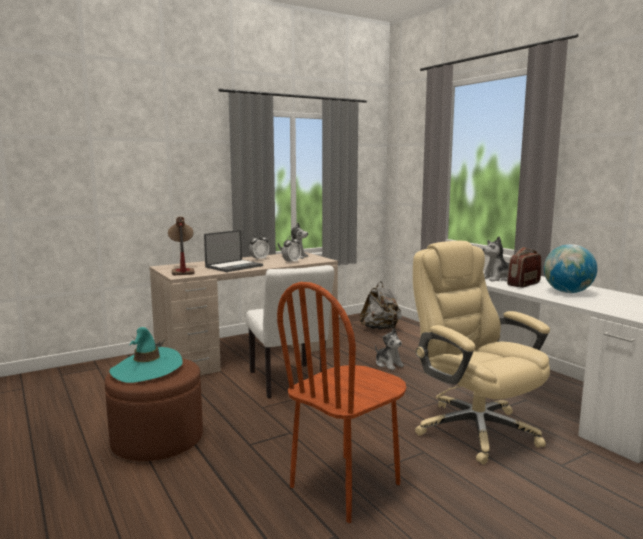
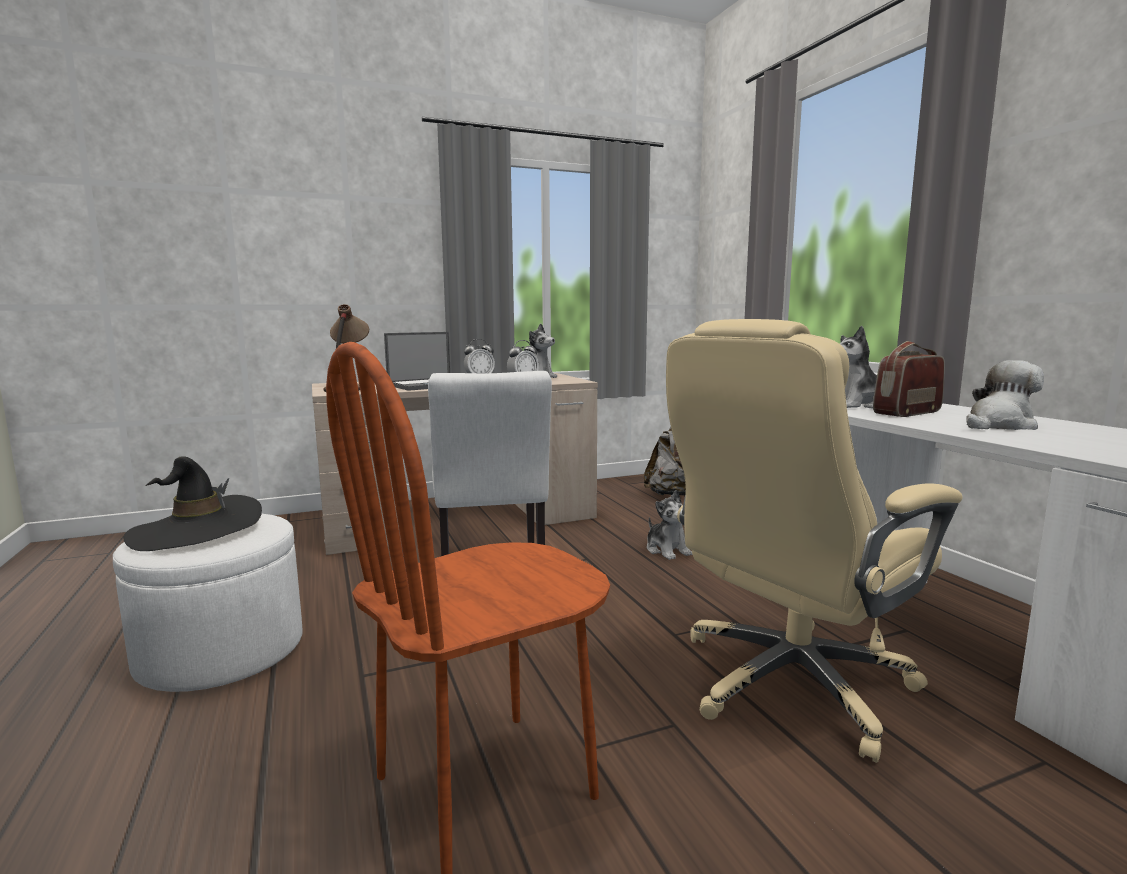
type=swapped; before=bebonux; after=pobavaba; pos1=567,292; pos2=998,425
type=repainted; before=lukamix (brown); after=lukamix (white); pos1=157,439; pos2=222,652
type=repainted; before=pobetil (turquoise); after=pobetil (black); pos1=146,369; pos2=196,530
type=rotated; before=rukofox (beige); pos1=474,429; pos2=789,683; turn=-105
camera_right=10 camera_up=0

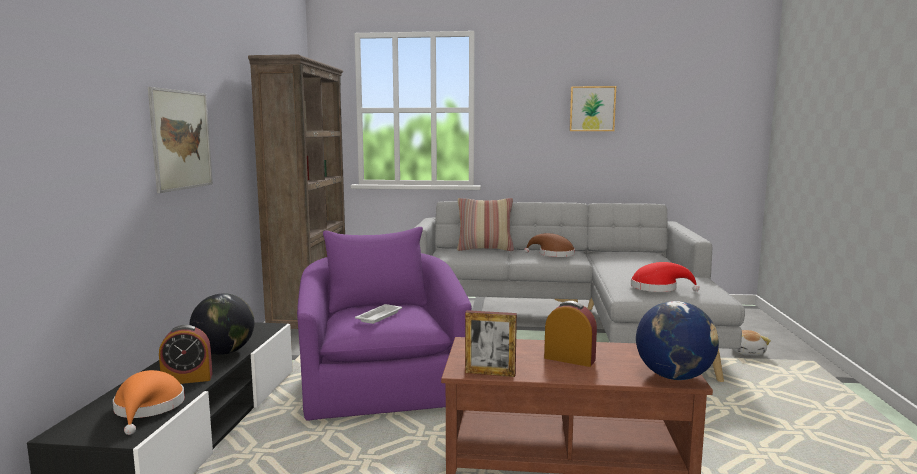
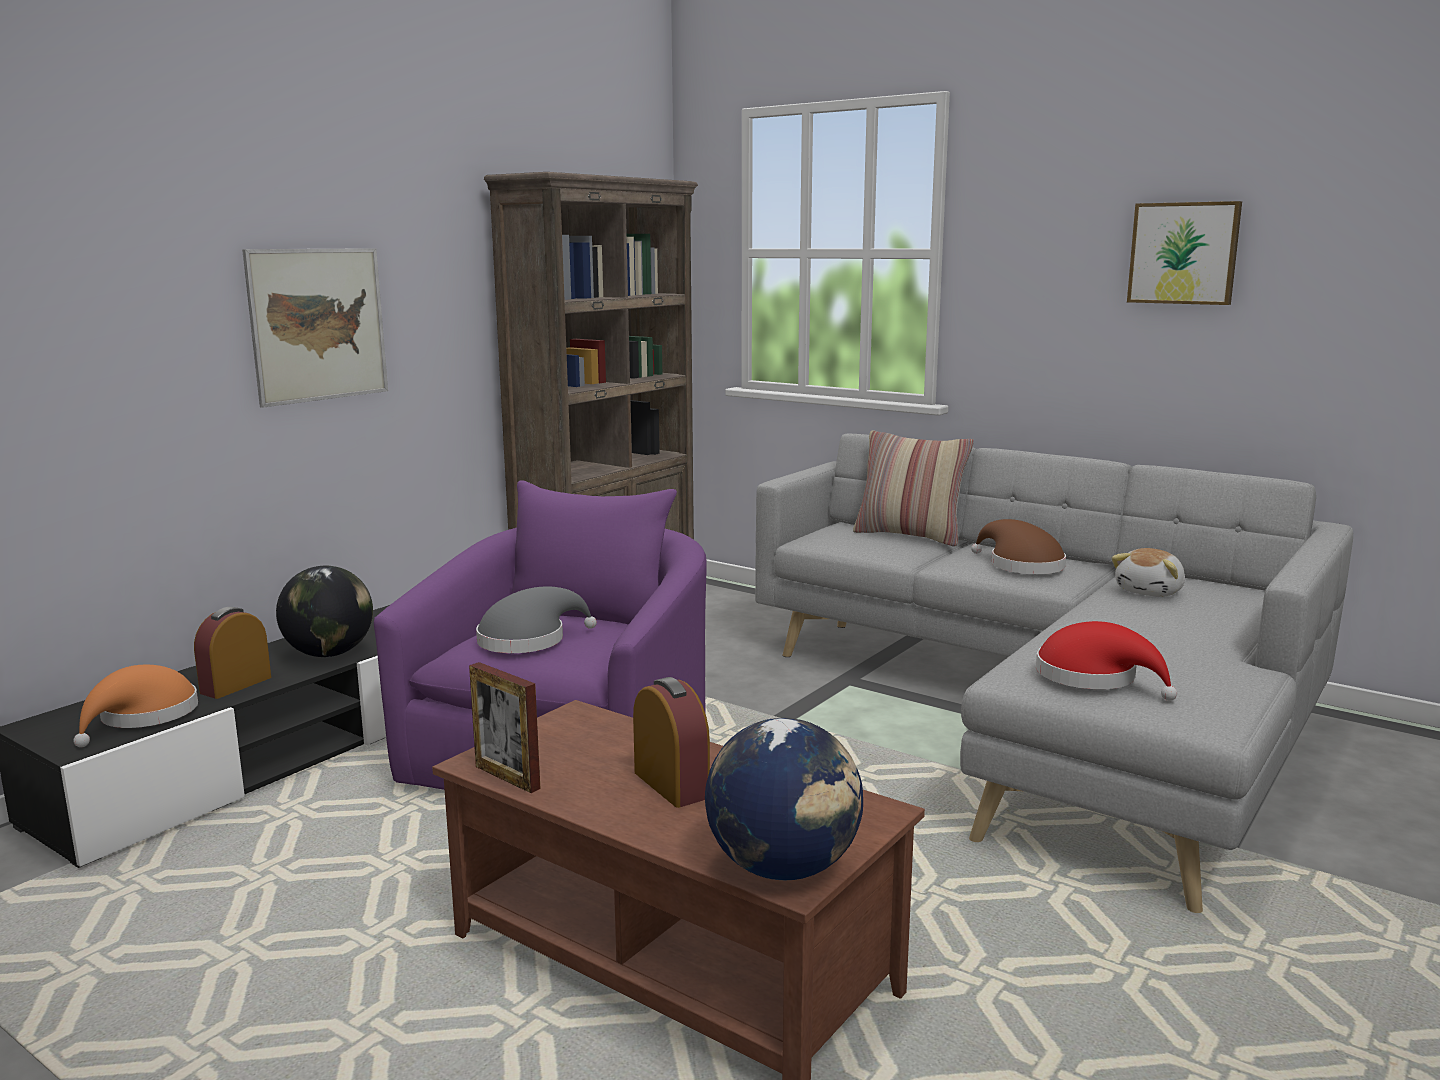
type=shifted; before=pobavaba; pos1=747,352; pos2=1150,591
type=swapped; before=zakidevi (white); after=pobetil (grey); pos1=380,316; pos2=528,640
type=rotated; before=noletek; pos1=187,379; pos2=236,685; turn=105
camera_right=30 camera_up=5

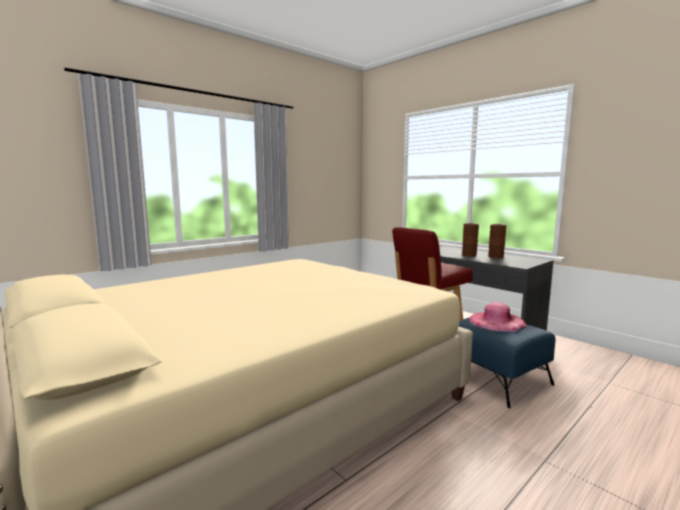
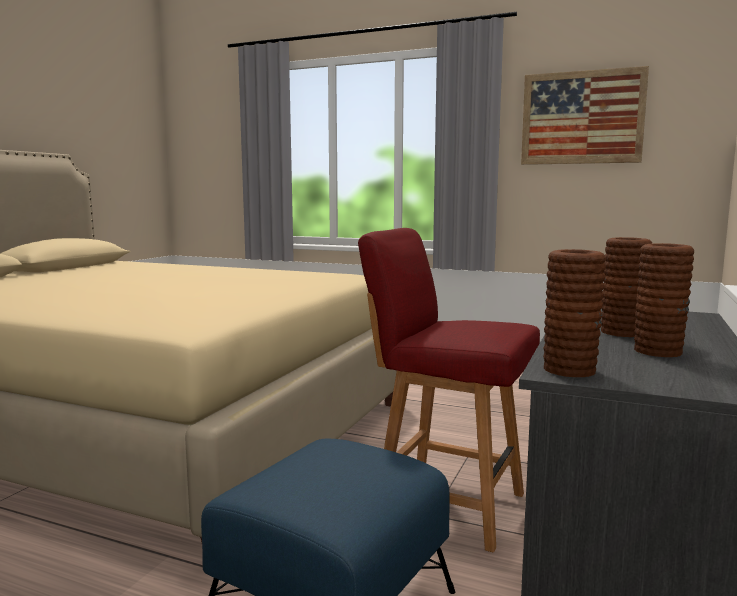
type=gone; before=pobetil (pink); pos1=497,321
type=new; after=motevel; pos2=582,118
type=new; after=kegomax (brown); pos2=569,370
camera_right=65 camera_up=0

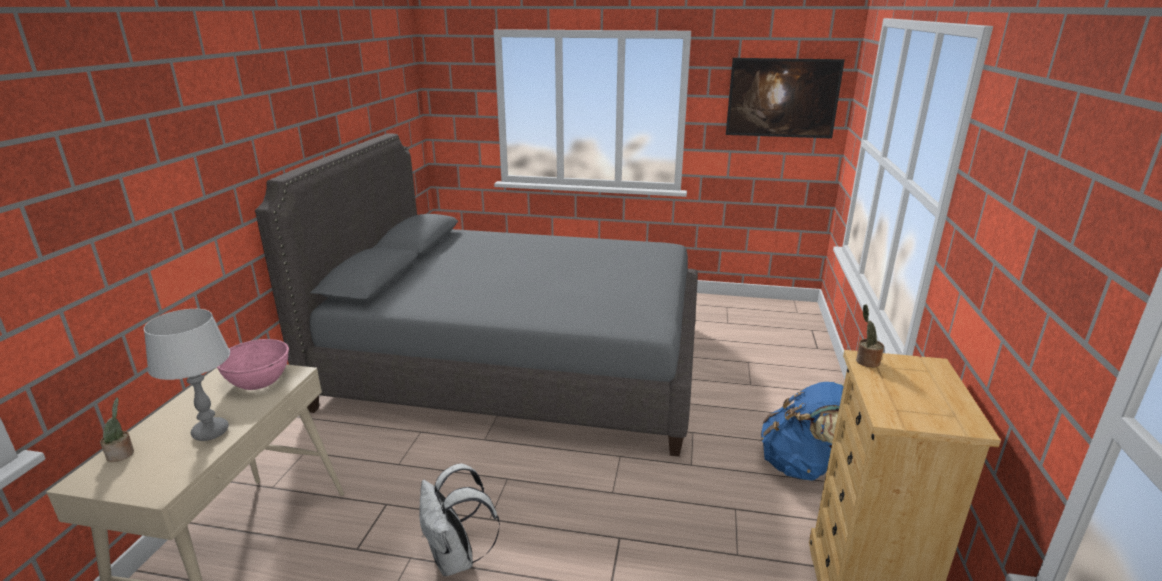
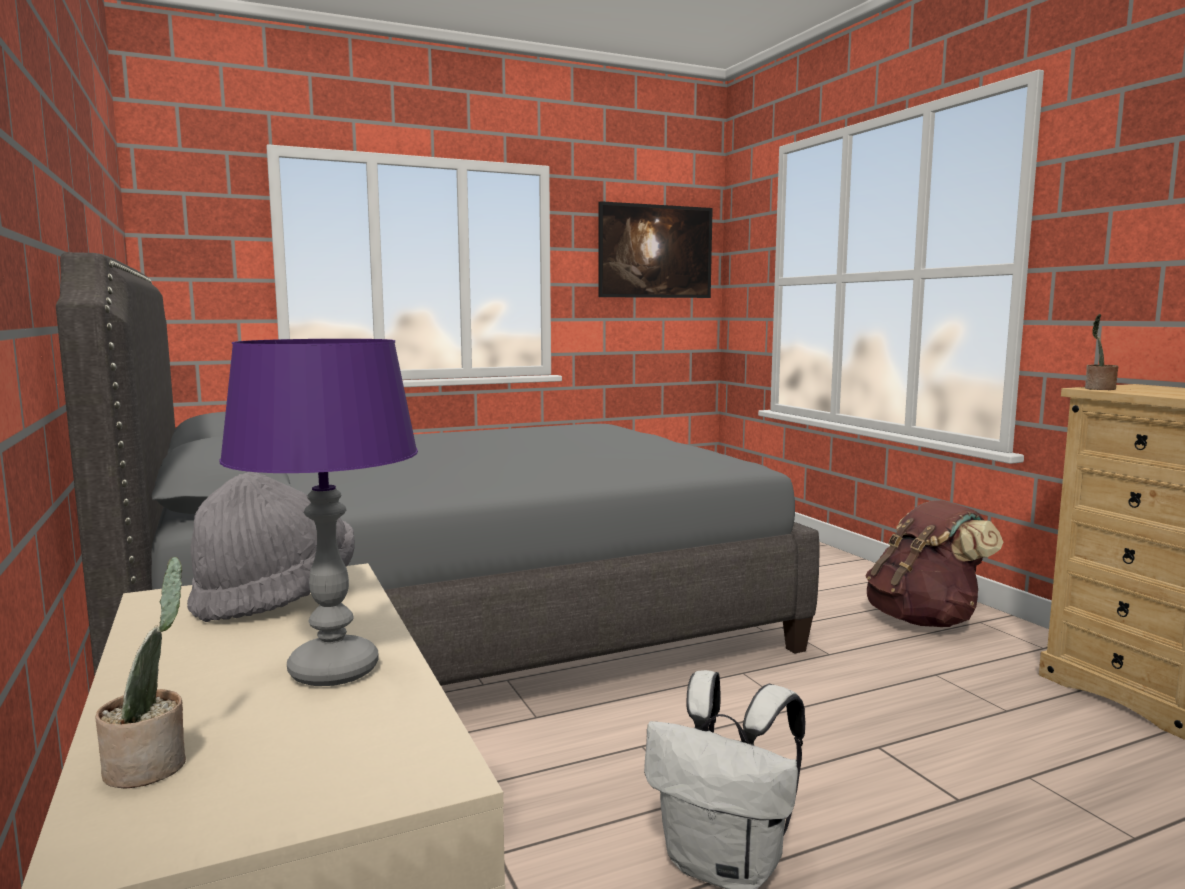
type=swapped; before=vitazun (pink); after=pobetil (grey); pos1=258,380; pos2=276,597
type=repainted; before=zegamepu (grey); after=zegamepu (purple); pos1=210,432; pos2=332,670
type=repainted; before=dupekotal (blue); after=dupekotal (brown); pos1=802,465; pos2=924,620
camera_right=-35 camera_up=-15

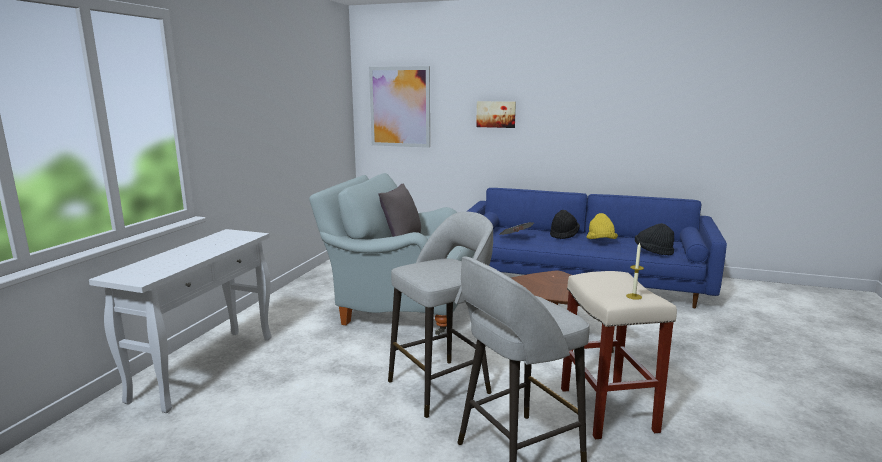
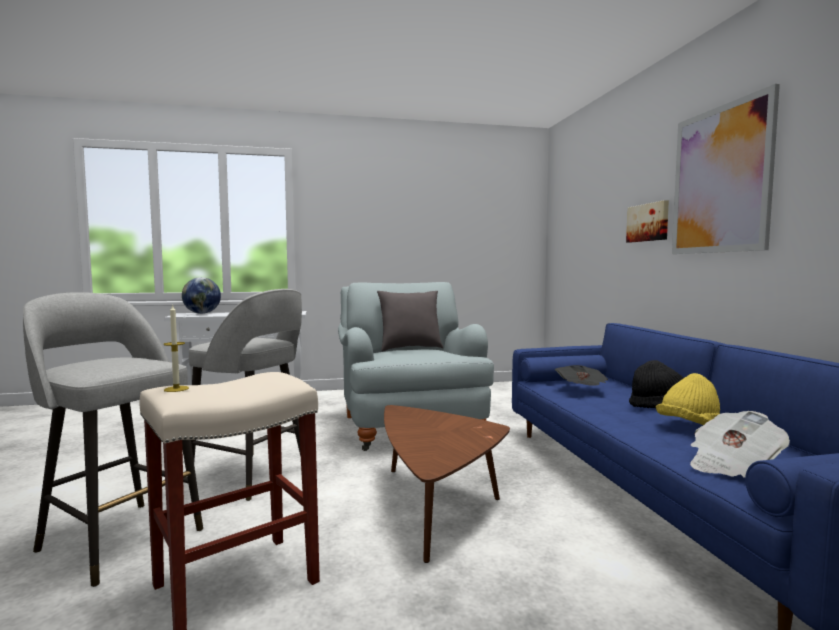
type=new; after=bebonux; pos2=202,313
type=shifted; before=motevel; pos1=400,107; pos2=720,180
type=swapped; before=pobetil (black); after=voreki; pos1=653,252; pos2=731,465
camera_right=60 camera_up=-10

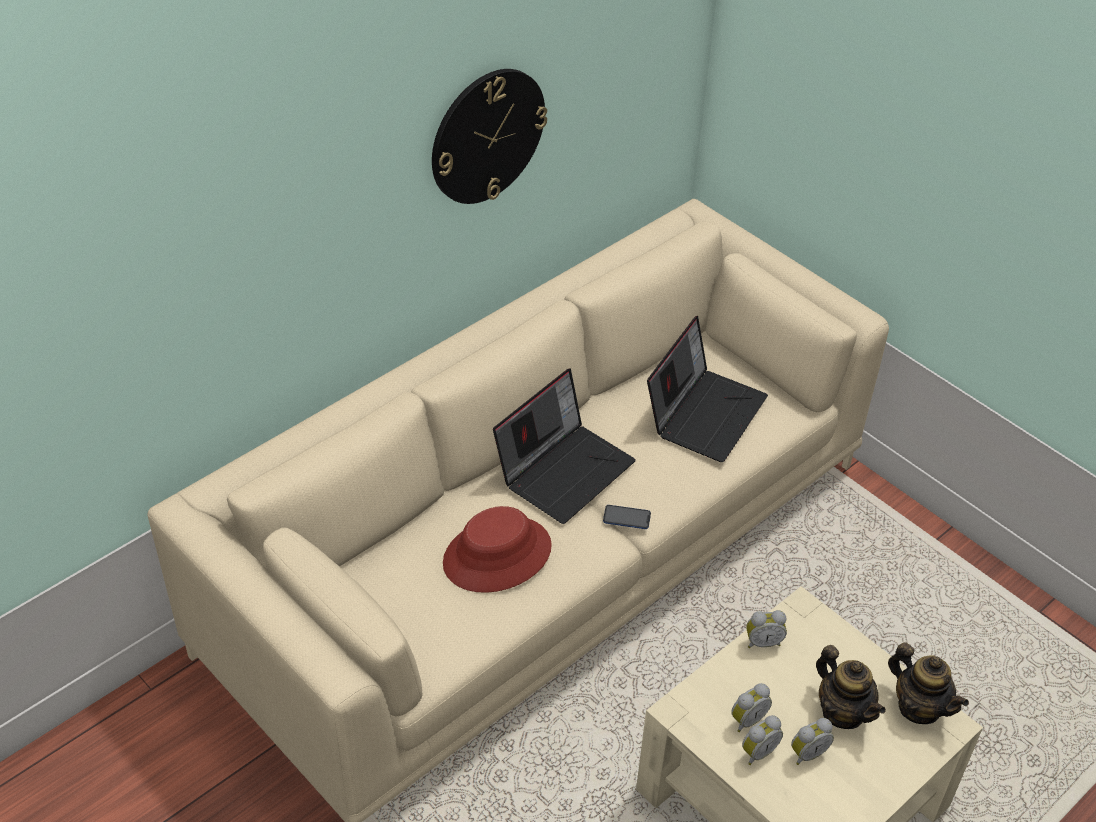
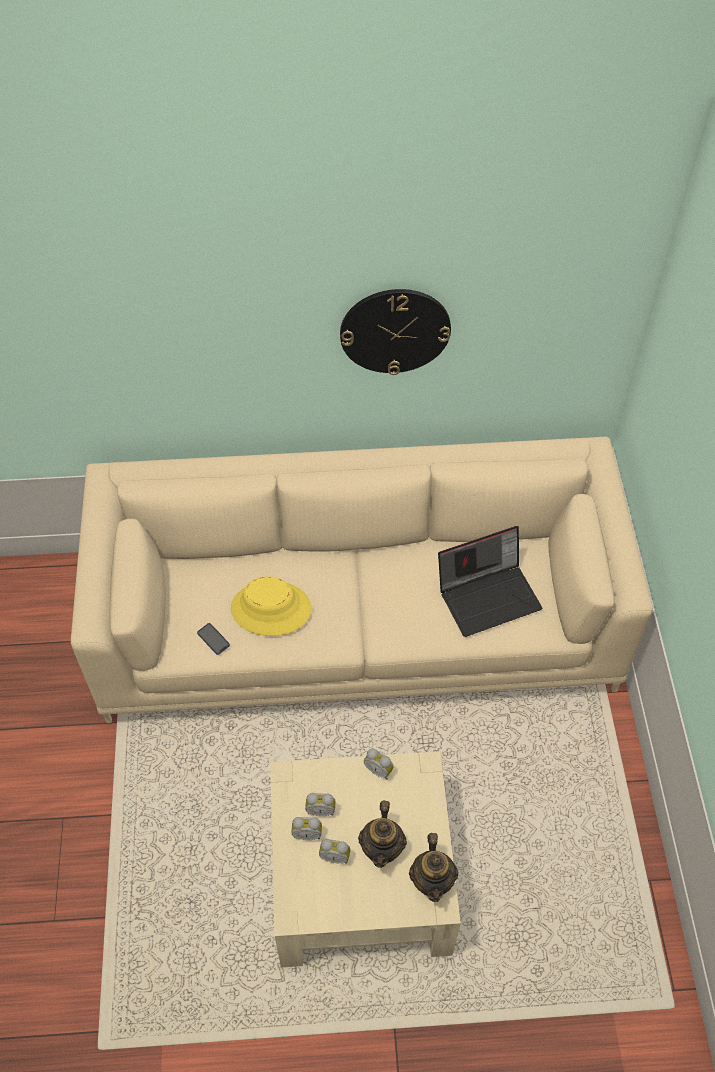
type=gone; before=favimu; pos1=564,469
type=shifted; before=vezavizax; pos1=626,518; pos2=213,639
type=repainted; before=pobetil (red); after=pobetil (yellow); pos1=497,555; pos2=271,609
camera_right=40 camera_up=10

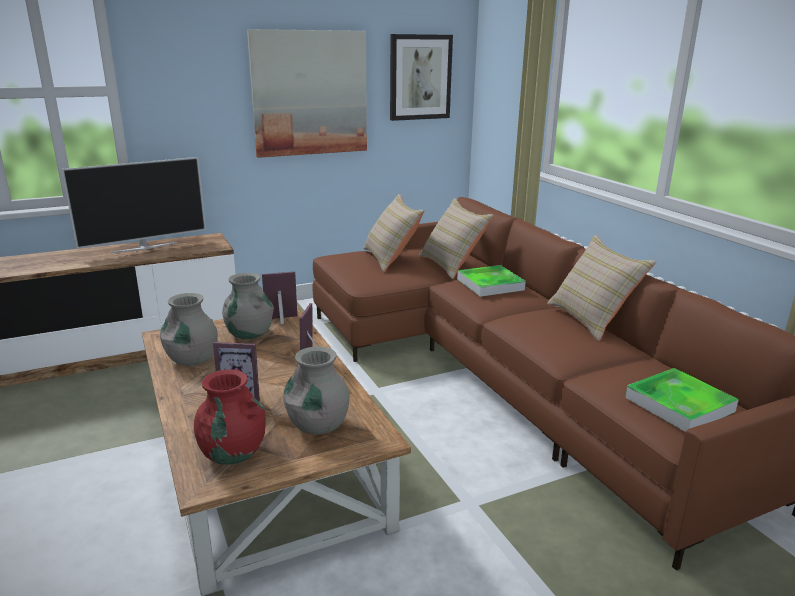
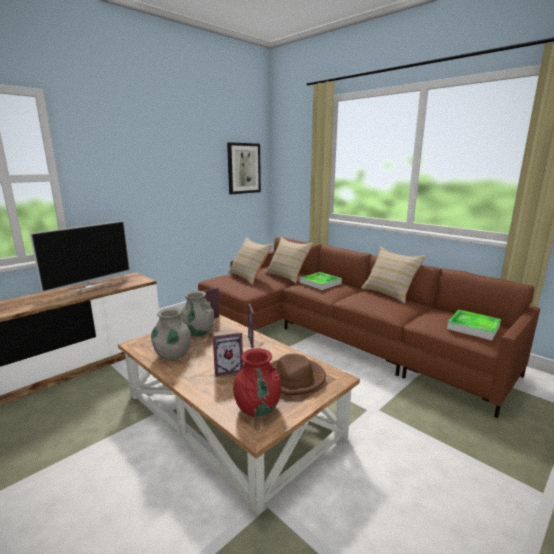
type=gone; before=motevel; pos1=309,93
type=swapped; before=kegomax (grey); after=pobetil (brown); pos1=318,425; pos2=295,378
camera_right=-20 camera_up=-5

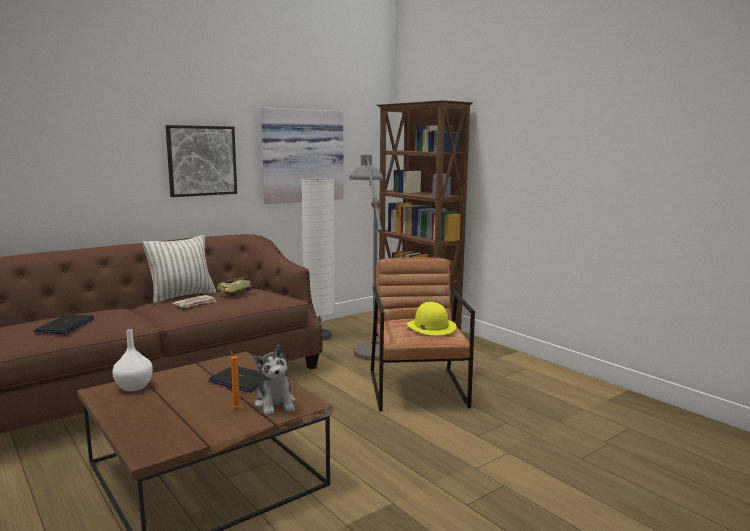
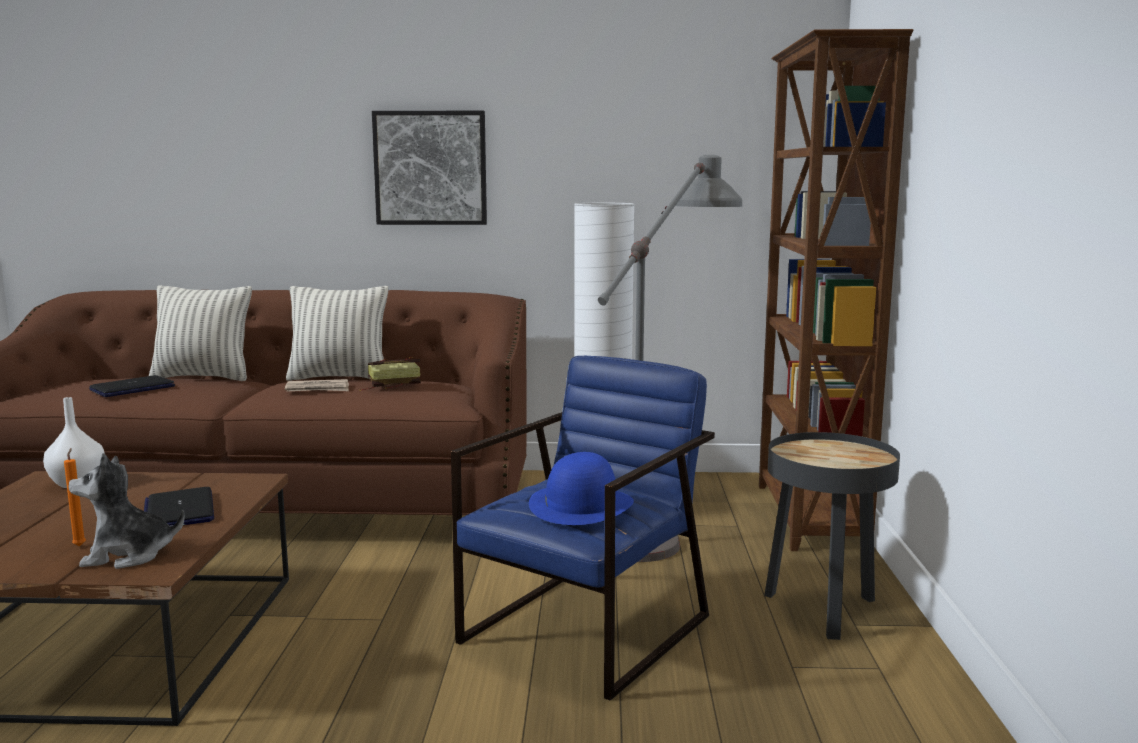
type=gone; before=motevel; pos1=301,155
type=new; after=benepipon; pos2=203,377
type=new; after=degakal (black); pos2=824,610
type=repainted; before=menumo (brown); after=menumo (blue); pos1=417,389; pos2=587,629
type=repainted; before=pobetil (yellow); after=pobetil (blue); pos1=431,326; pos2=581,504
type=rotated; before=pobavaba; pos1=275,404; pos2=127,555; turn=60
camera_right=40 camera_up=0

